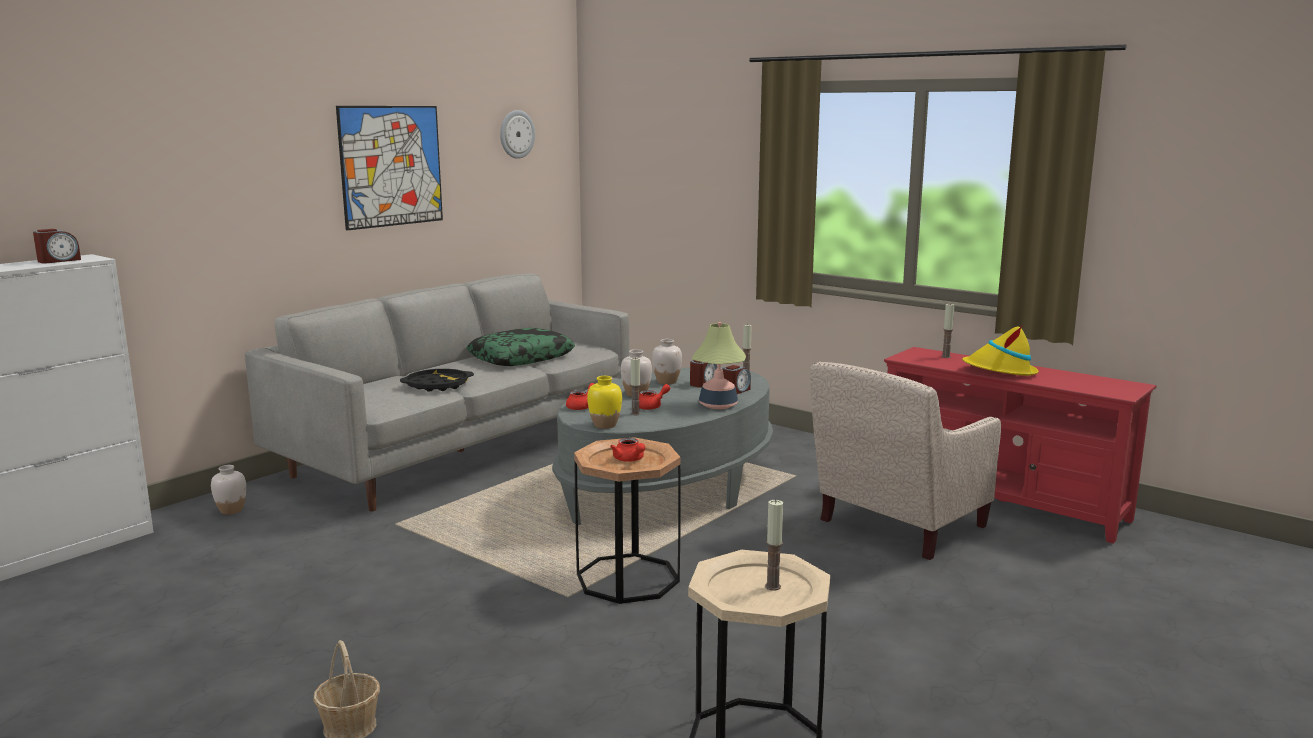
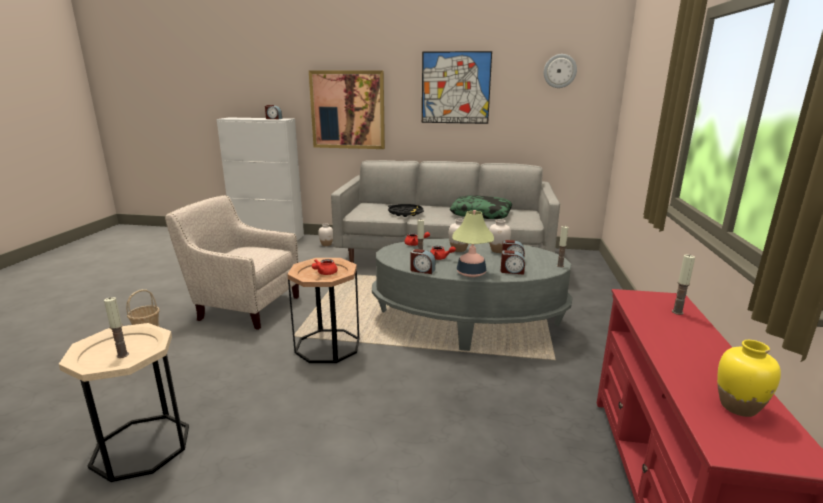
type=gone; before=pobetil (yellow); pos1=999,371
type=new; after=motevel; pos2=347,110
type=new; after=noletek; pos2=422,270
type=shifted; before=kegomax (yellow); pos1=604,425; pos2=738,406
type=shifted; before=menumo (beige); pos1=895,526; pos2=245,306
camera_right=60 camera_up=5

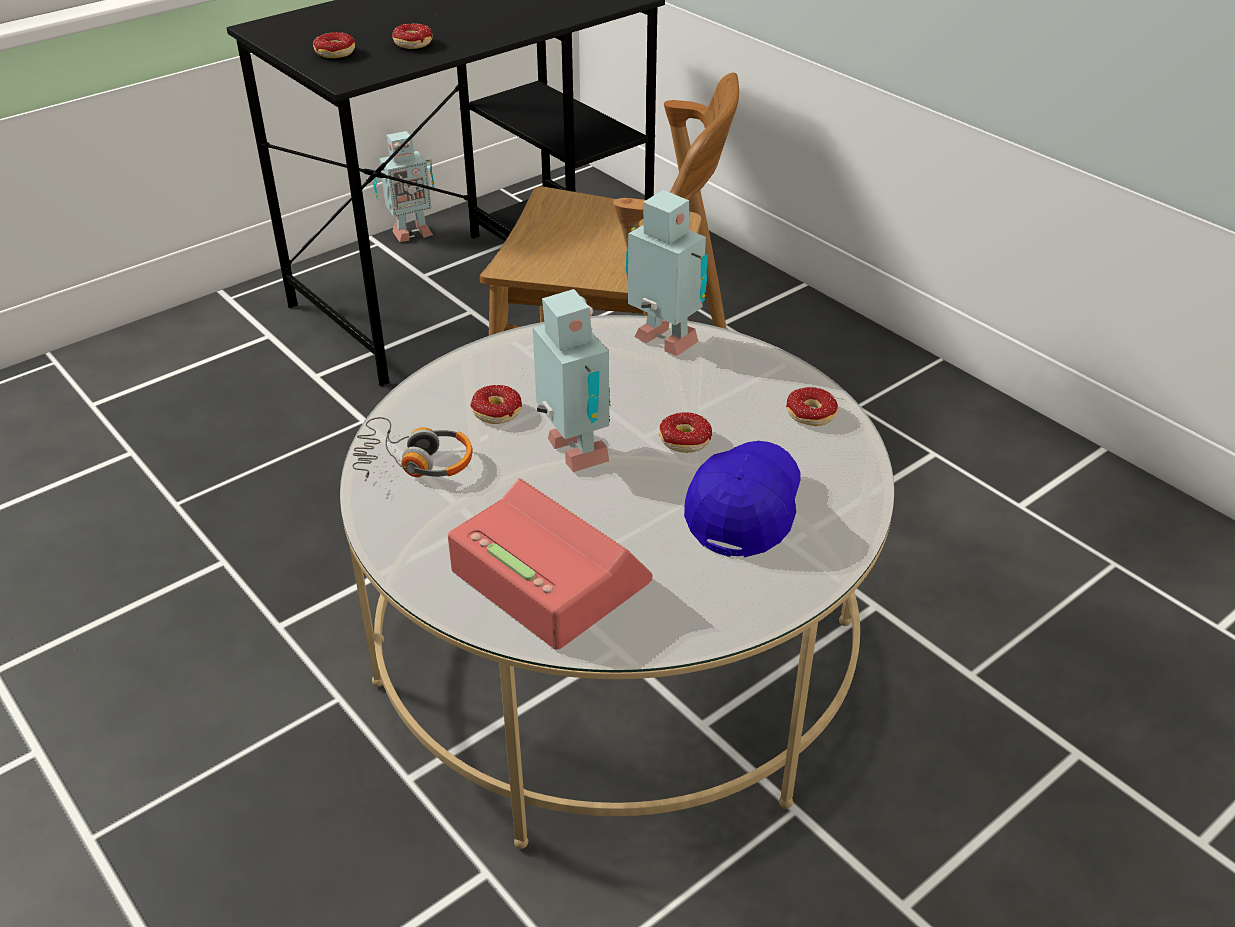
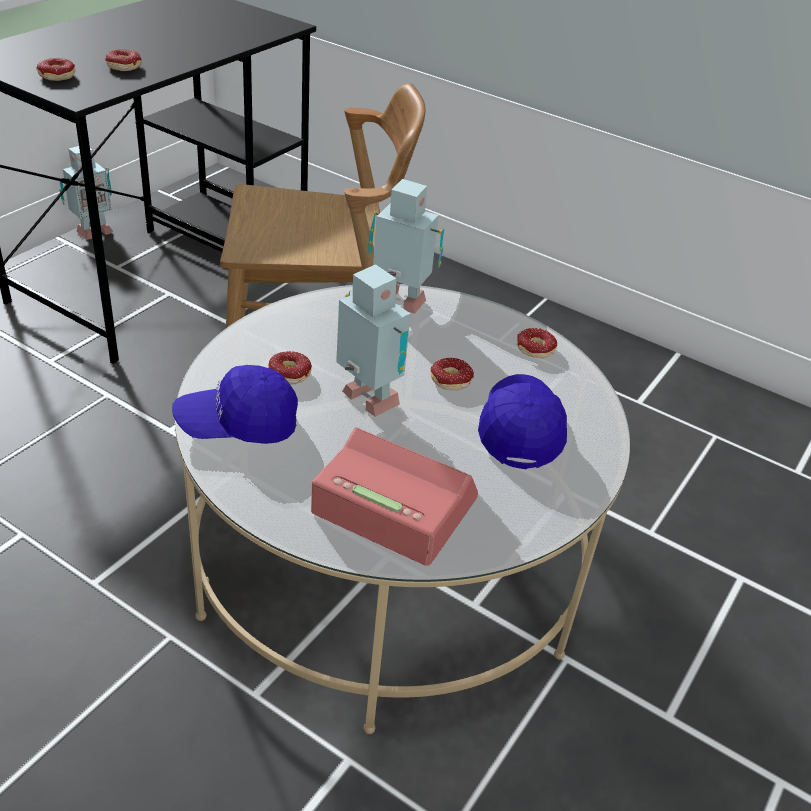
type=swapped; before=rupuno; after=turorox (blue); pos1=414,462; pos2=237,425
camera_right=-20 camera_up=0

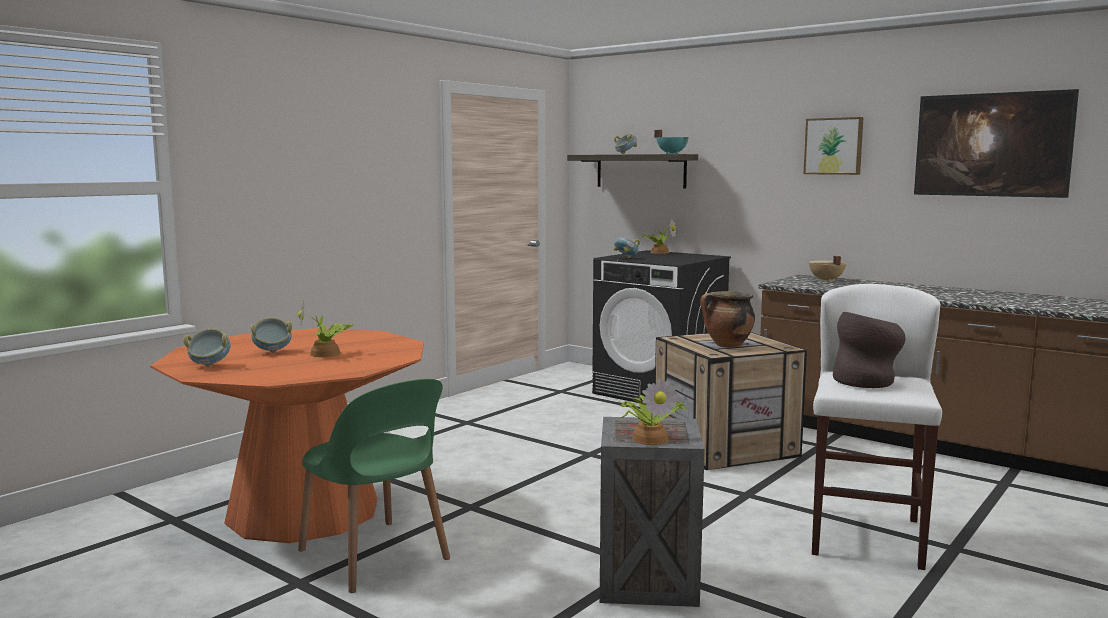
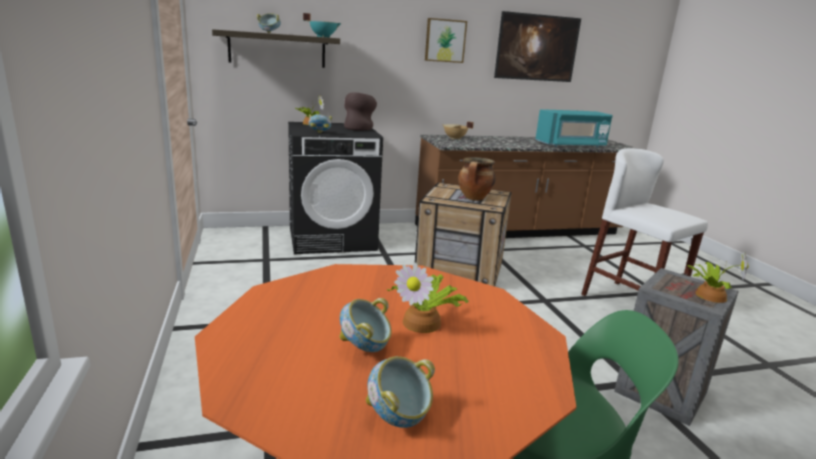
type=new; after=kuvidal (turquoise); pos2=571,145
type=shifted; before=kegomax (brown); pos1=866,381; pos2=359,128
camera_right=-55 camera_up=10

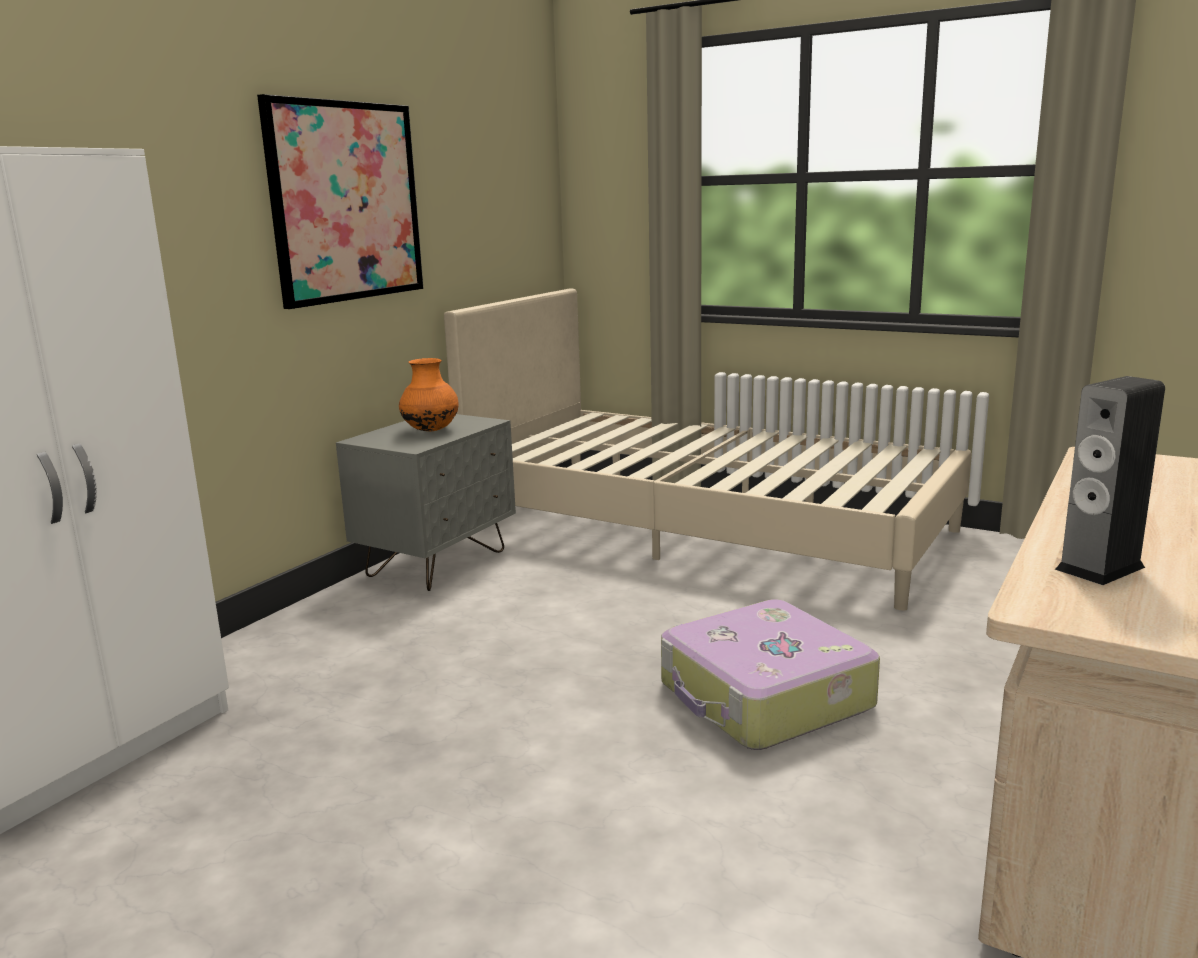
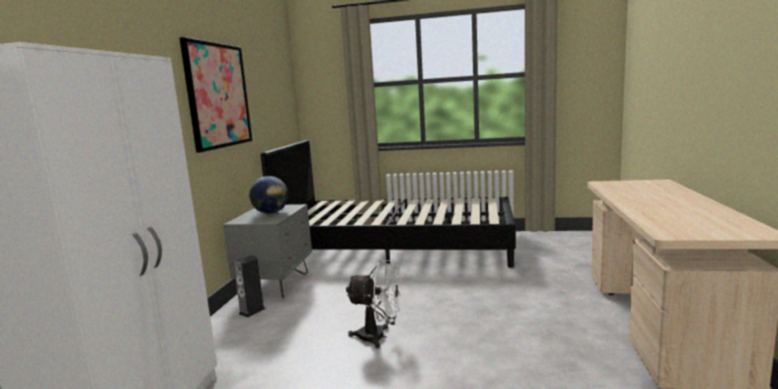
type=gone; before=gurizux; pos1=764,697
type=new; after=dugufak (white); pos2=379,337
type=shifted; before=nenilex; pos1=1099,568; pos2=252,311
type=swapped; before=kegomax (orange); after=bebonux; pos1=431,430; pos2=271,213
type=repainted; before=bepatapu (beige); after=bepatapu (black); pos1=704,528; pos2=397,248
camera_right=-20 camera_up=-5

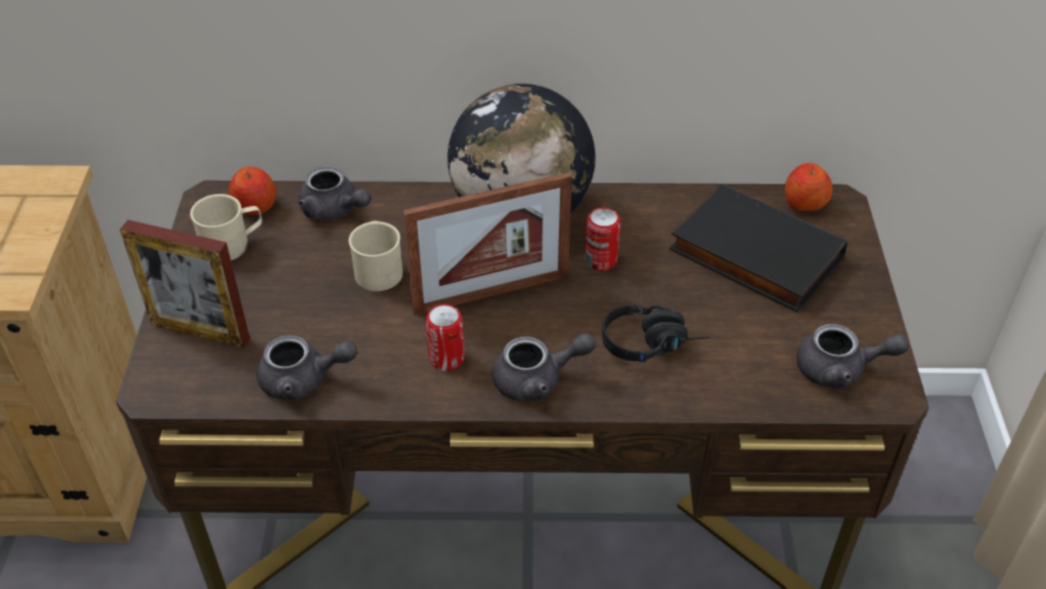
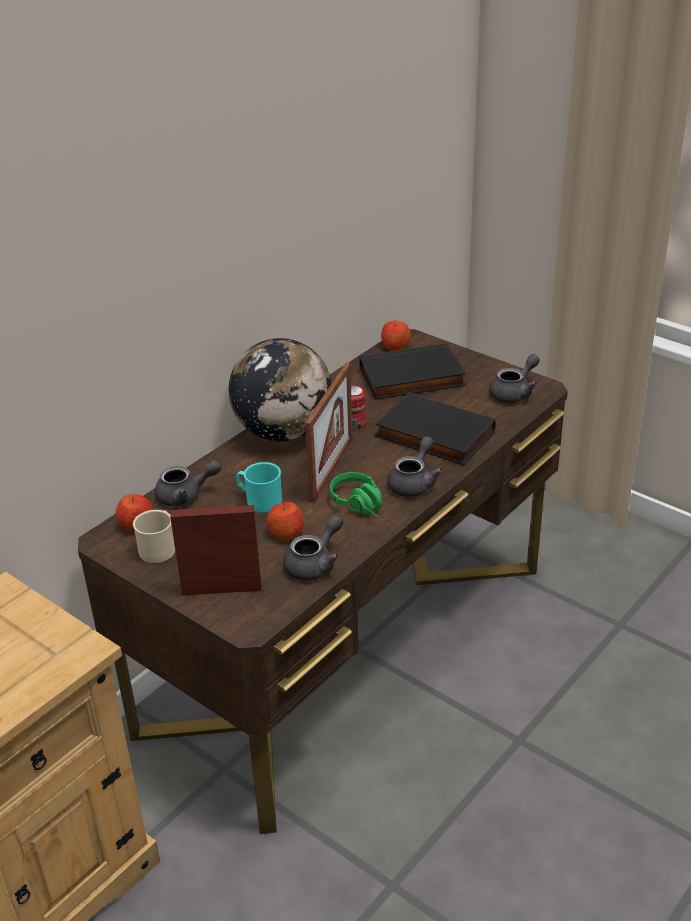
type=new; after=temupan; pos2=286,533
type=swapped; before=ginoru; after=rupuno (green); pos1=446,358; pos2=361,506
type=swapped; before=rupuno (black); after=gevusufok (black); pos1=653,343; pos2=433,435
type=repainted; before=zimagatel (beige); after=zimagatel (turquoise); pos1=378,268; pos2=259,500
type=rotated; before=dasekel; pos1=200,331; pos2=221,589; turn=-150
camera_right=-50 camera_up=-10

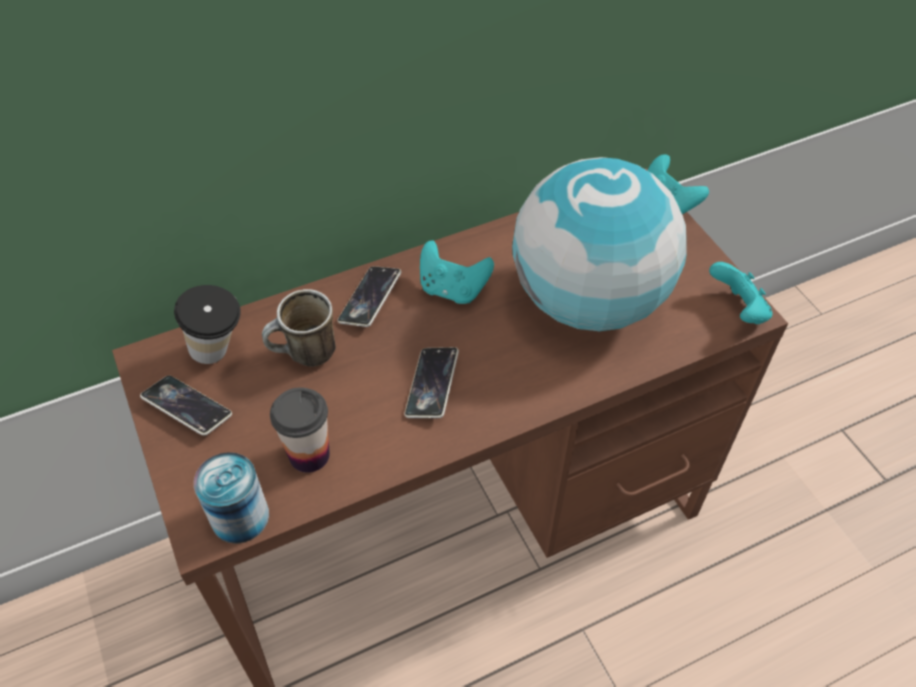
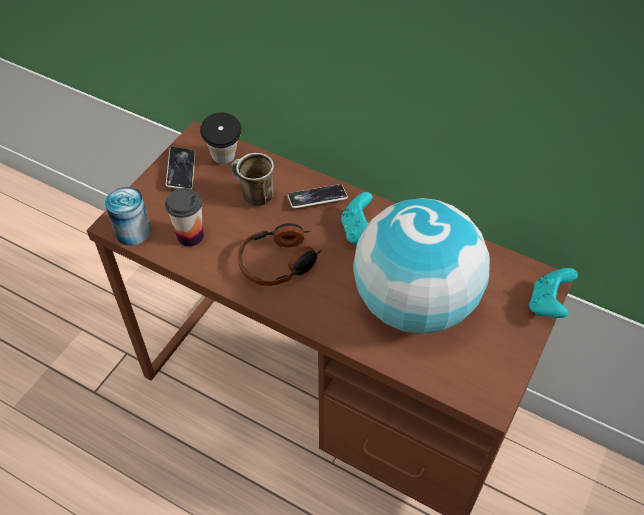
type=gone; before=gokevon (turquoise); pos1=737,310
type=swapped; before=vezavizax; after=rupuno; pos1=432,385; pos2=279,262
camera_right=55 camera_up=0

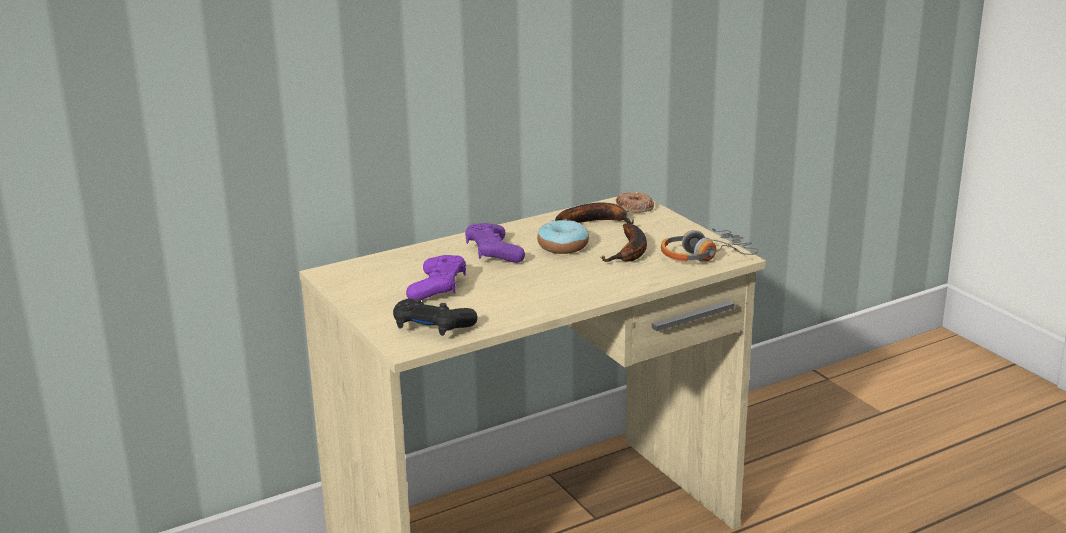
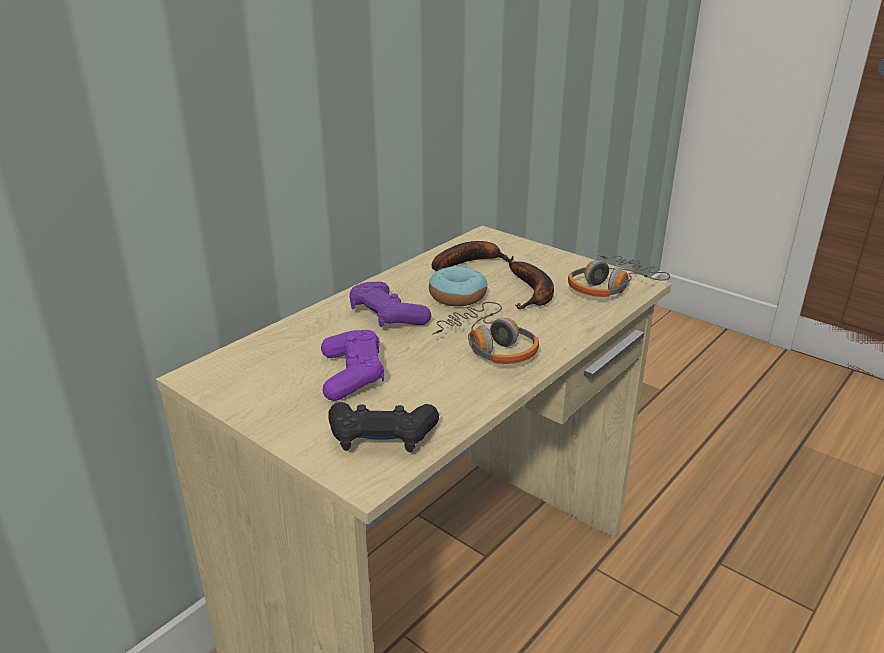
type=gone; before=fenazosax; pos1=634,207
type=new; after=rupuno; pos2=489,345
camera_right=-20 camera_up=5

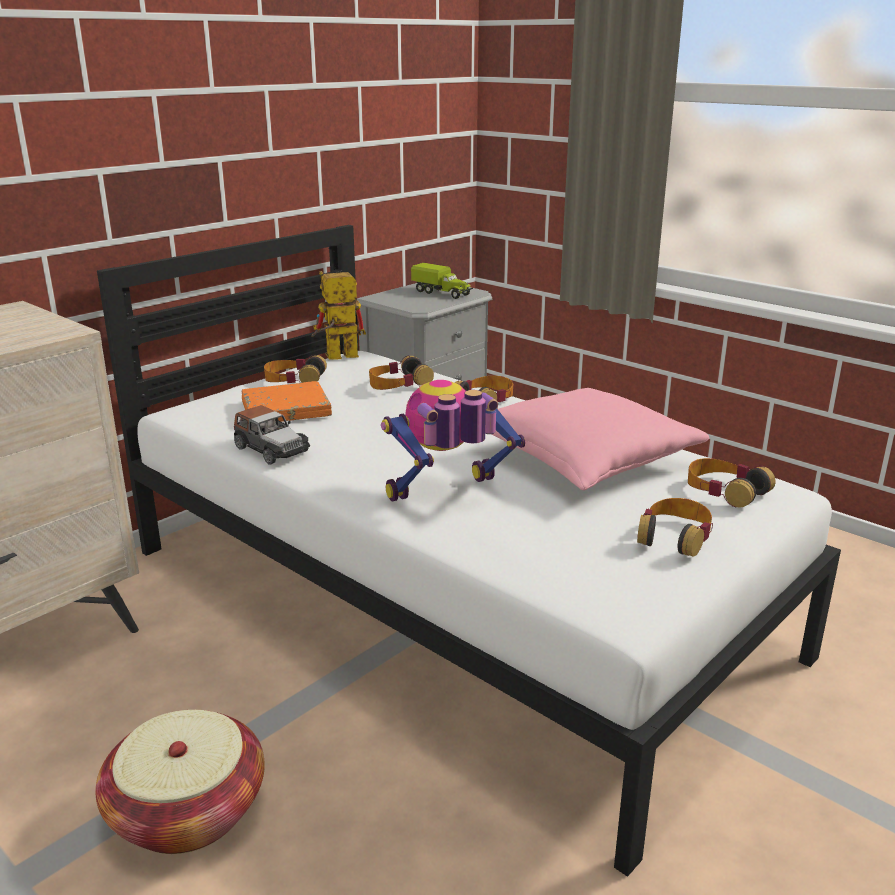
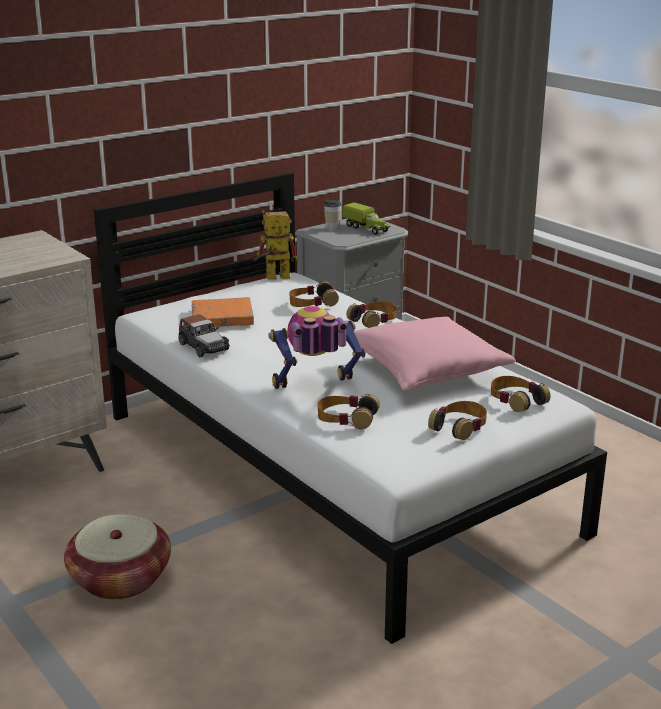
type=new; after=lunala; pos2=332,228
type=shifted; before=rupuno; pos1=294,379; pos2=346,418
camera_right=10 camera_up=0

